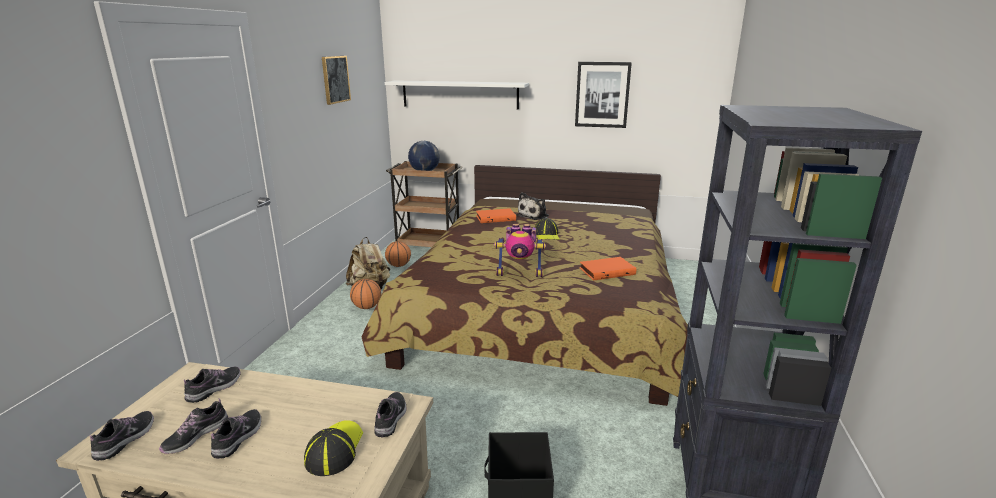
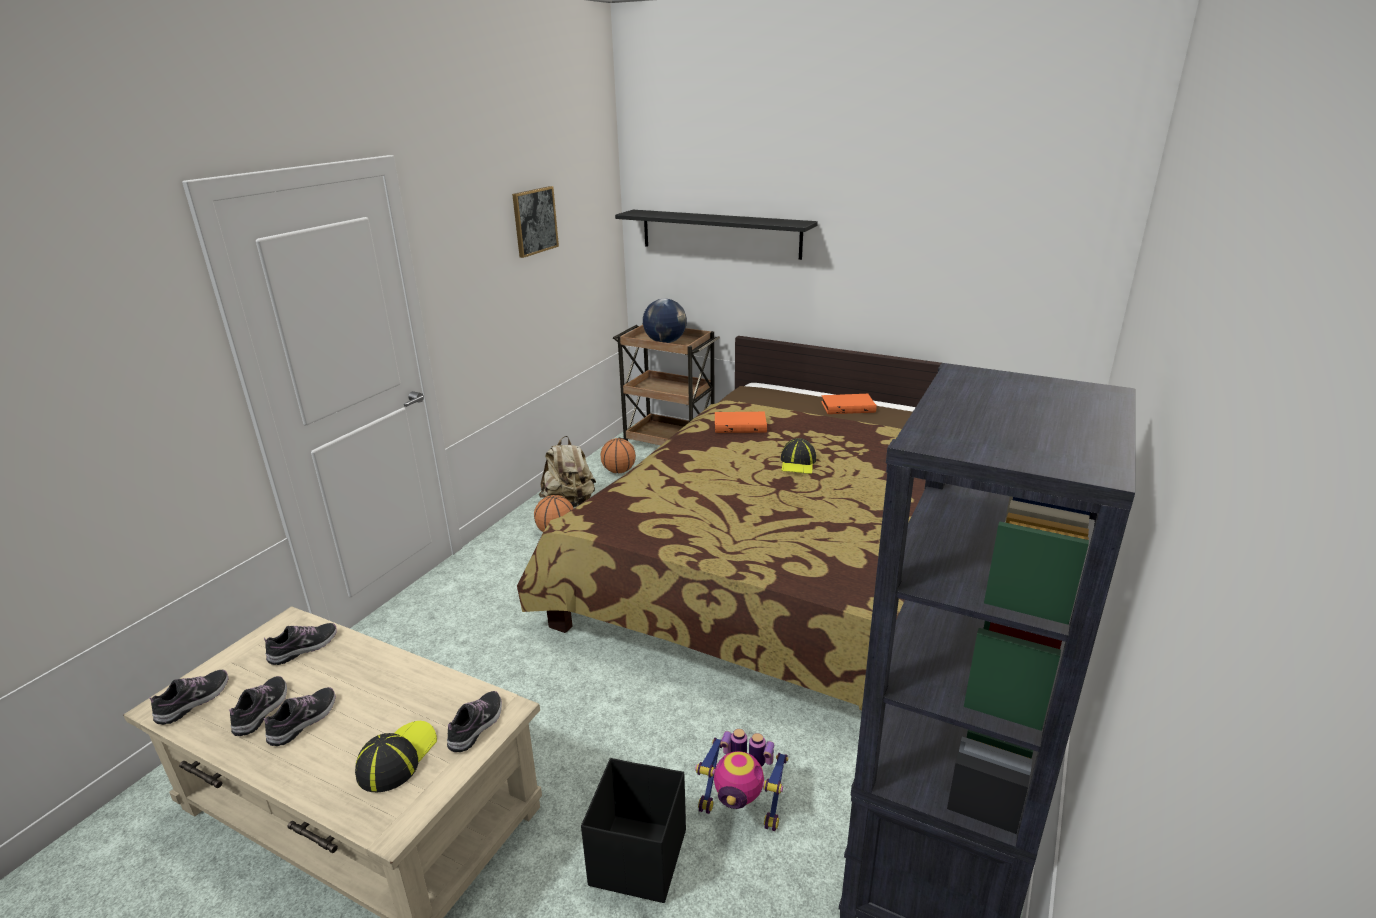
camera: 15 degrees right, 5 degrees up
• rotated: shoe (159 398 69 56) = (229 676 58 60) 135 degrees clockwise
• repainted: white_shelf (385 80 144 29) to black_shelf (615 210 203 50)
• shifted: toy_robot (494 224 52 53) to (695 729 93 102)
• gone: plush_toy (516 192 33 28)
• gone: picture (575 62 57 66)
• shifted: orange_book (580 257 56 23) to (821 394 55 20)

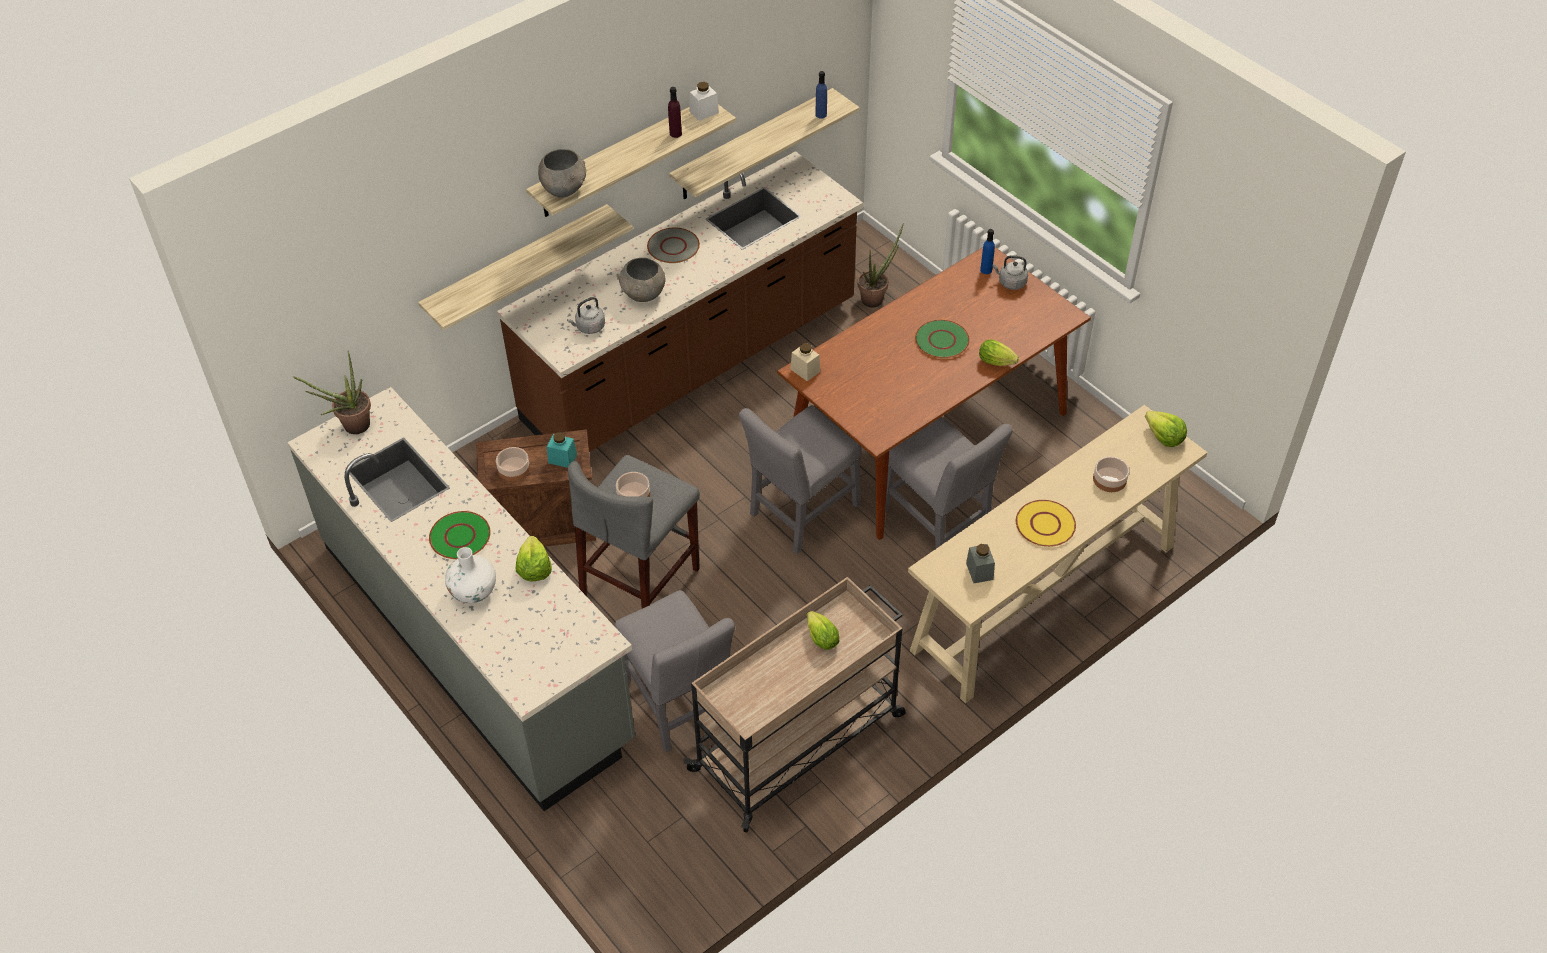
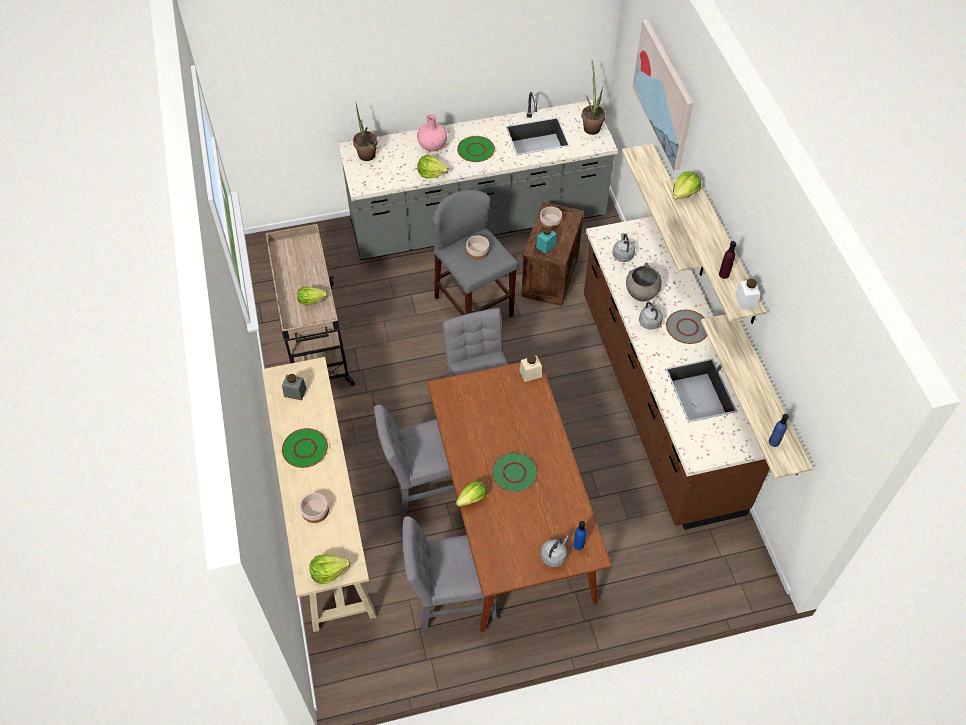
camera: 115 degrees right, 5 degrees up
• repainted: white_vase (445 547 51 56) to pink_vase (417 114 30 38)
• swapped: grey_bowl (538 149 48 49) to lettuce (673 172 28 27)
• shifted: grey_chair (615 590 120 163) to (402 516 96 114)
• shifted: potted_plant (858 225 45 83) to (353 102 25 59)
• repainted: yellow_plate (1016 500 60 47) to green_plate (282 428 46 40)
• new: picture (632 19 62 152)
• new: grey_kettle (639 302 24 28)

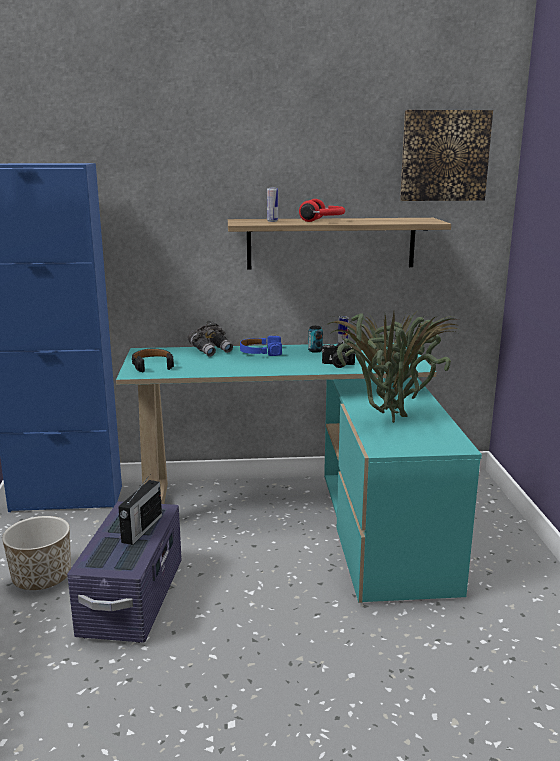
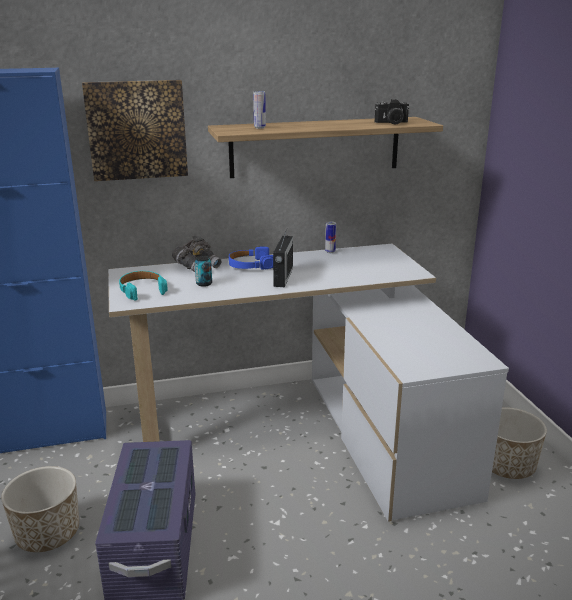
camera: 10 degrees left, 5 degrees up
• repainted: turquoise_desk (116 343 366 260) to white_desk (108 243 401 279)
• shifted: radio (118 475 44 70) to (273 230 20 57)
• repainted: black_headphones (132 349 42 23) to turquoise_headphones (119 271 49 30)
• gone: red_headphones (299 199 46 23)
• shifted: can (308 326 15 27) to (195 256 17 31)
• shifted: photo_camera (322 342 33 26) to (375 99 35 26)
• gone: potted_plant (329 311 130 112)
• shifted: picture (400 110 93 91) to (82 80 106 101)
• new: planter (492 407 55 72)

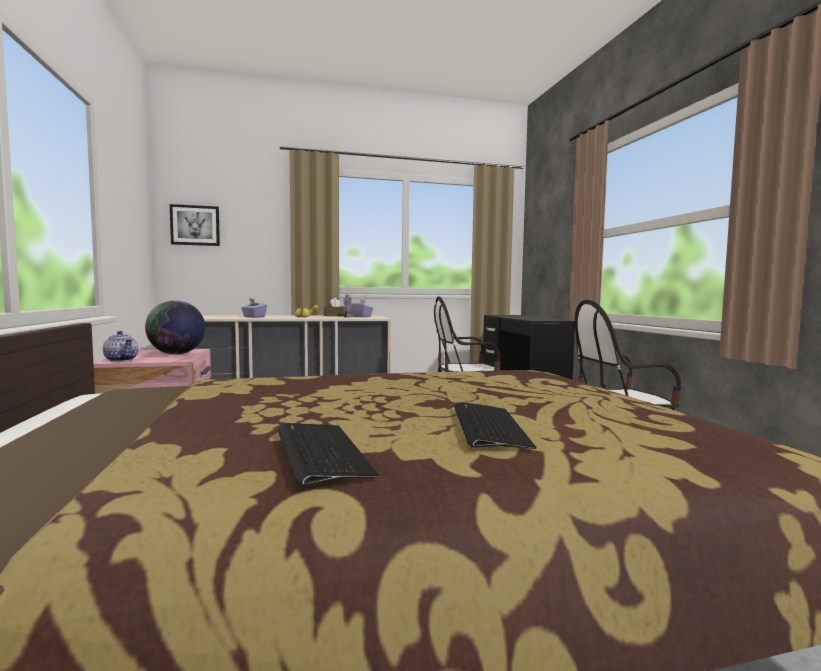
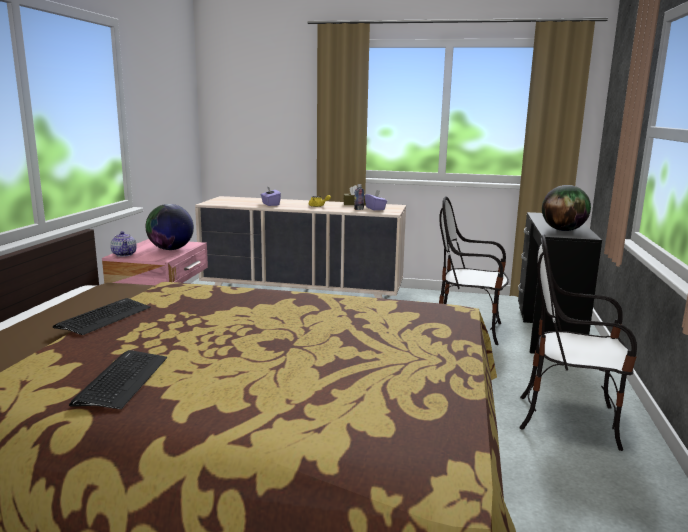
camera: 25 degrees right, 10 degrees up
• gone: picture (170 204 50 42)
• shifted: keyboard (454 402 82 47) to (53 298 98 37)
• new: globe (542 185 49 46)

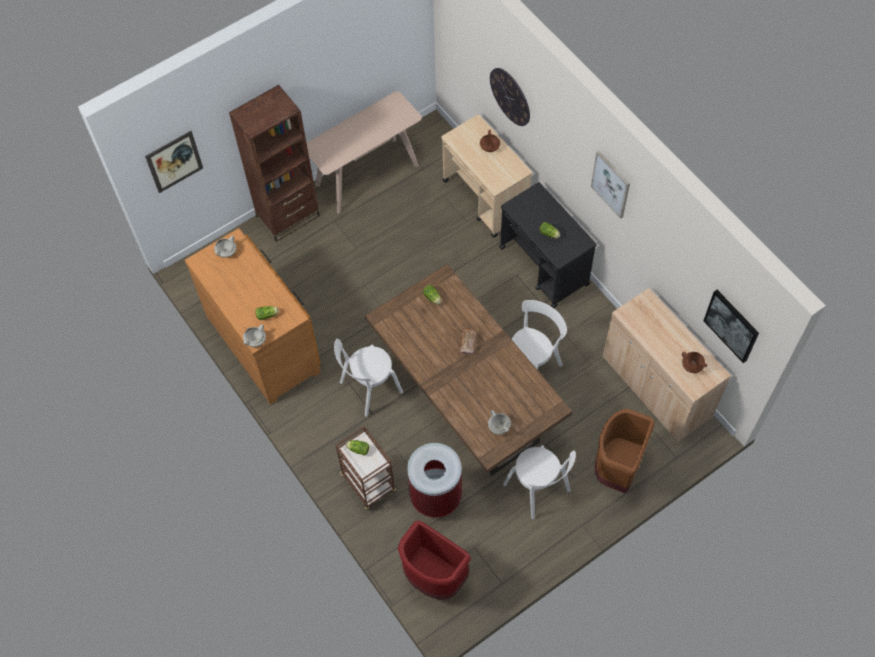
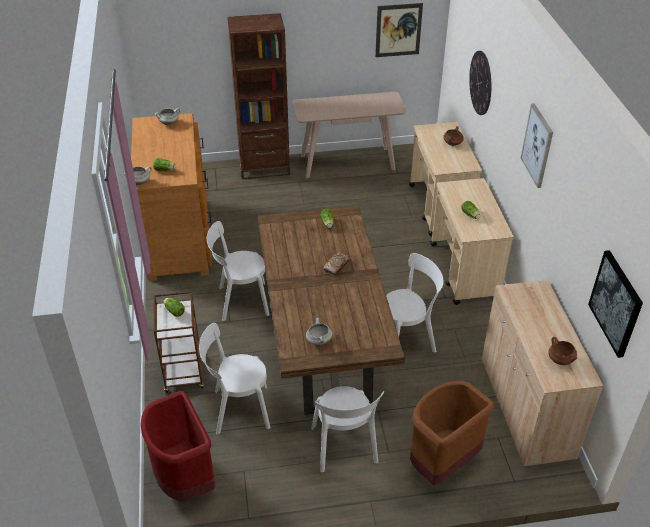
camera: 25 degrees right, 20 degrees down
• shifted: picture (145 131 58 62) to (375 3 48 54)
• swapped: trash_can (407 443 55 75) to white_chair (199 323 71 112)
• repainted: black_cart (499 182 98 126) to beige_cart (430 178 84 127)

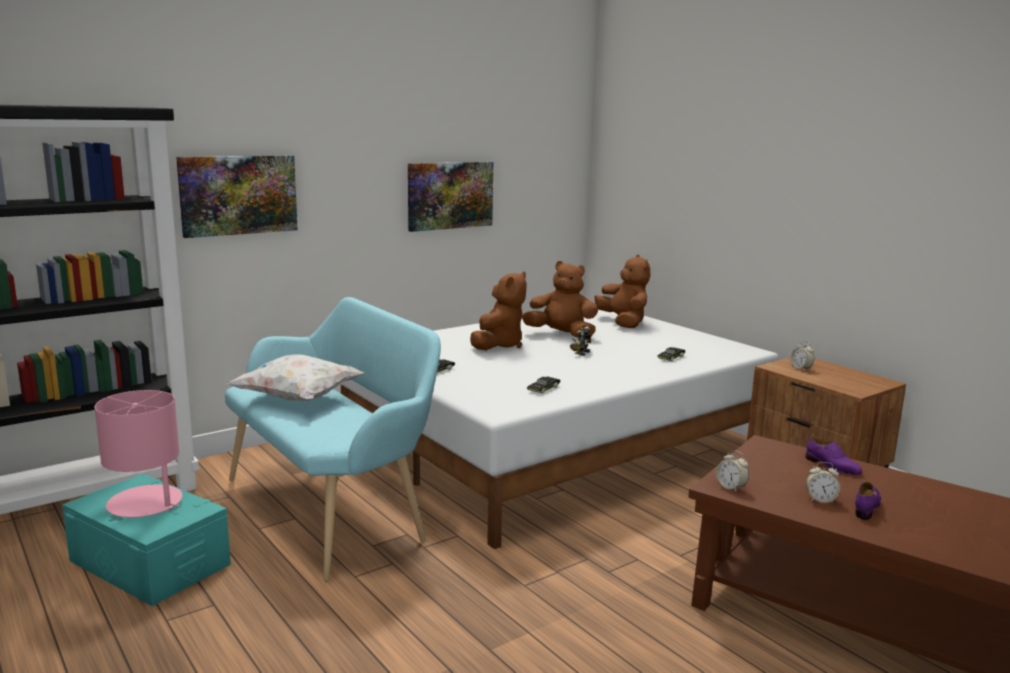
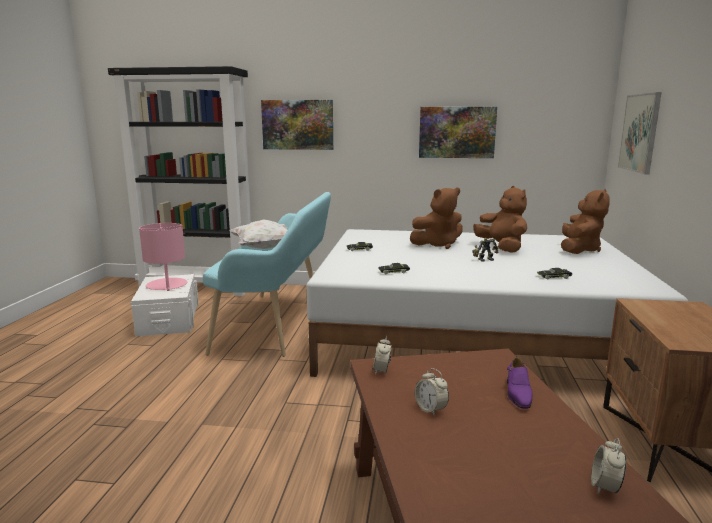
camera: 45 degrees right, 0 degrees up
• repainted: turquoise_storage_box (62 474 169 132) to white_storage_box (130 274 69 63)
• shifted: alarm_clock (790 341 25 30) to (591 438 35 56)
• gone: purple_shoe (855 482 26 38)
• new: picture (618 92 44 82)

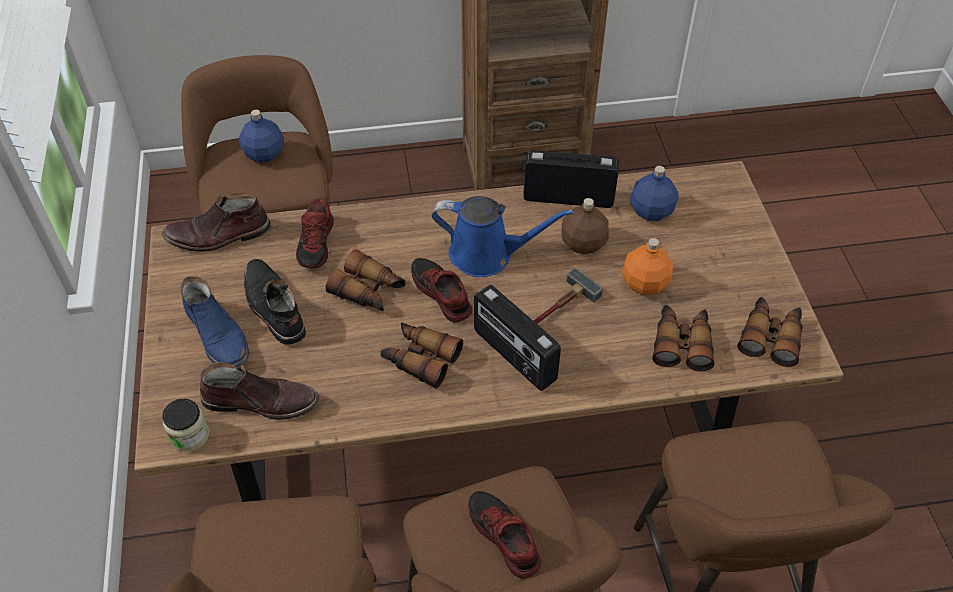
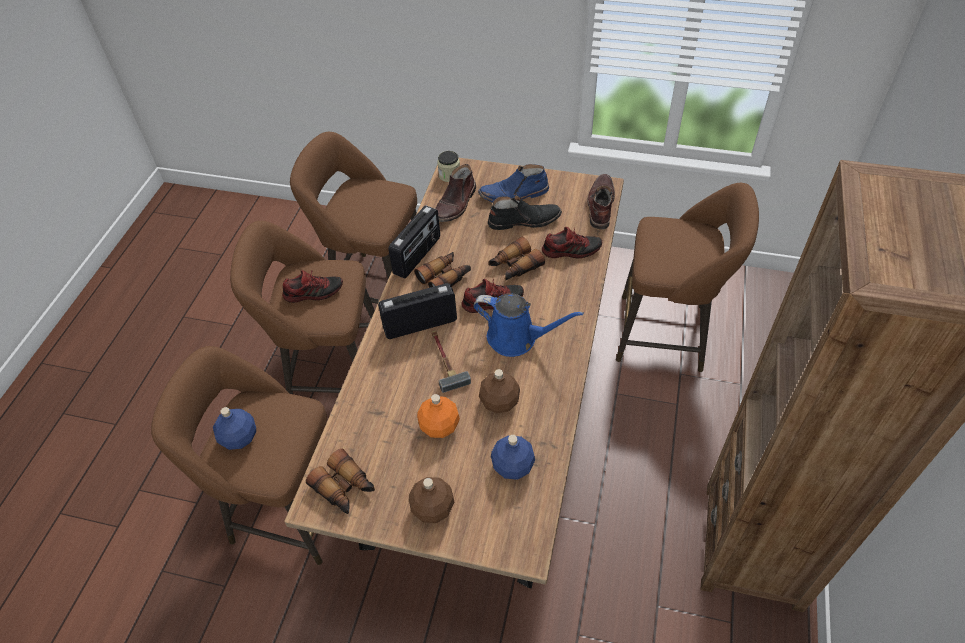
camera: 115 degrees right, 0 degrees up
• shifted: blue_bottle (239 110 45 52) to (213 407 43 43)
• rotated: shoe (296 199 38 69) = (542 227 60 31) 150 degrees clockwise
• rotated: blue_watering_can (432 196 142 81) = (474 293 110 64) 105 degrees counterclockwise
• shifted: radio (523 150 96 58) to (388 205 52 73)
• gone: binoculars (653 305 61 66)
• new: brown_bottle (409 477 45 46)

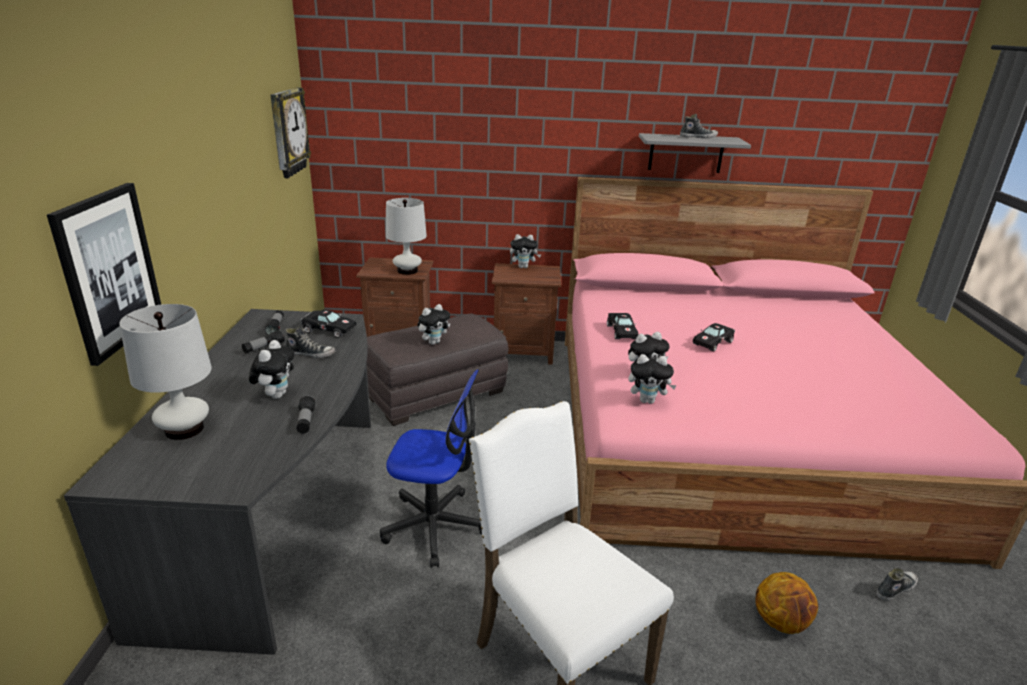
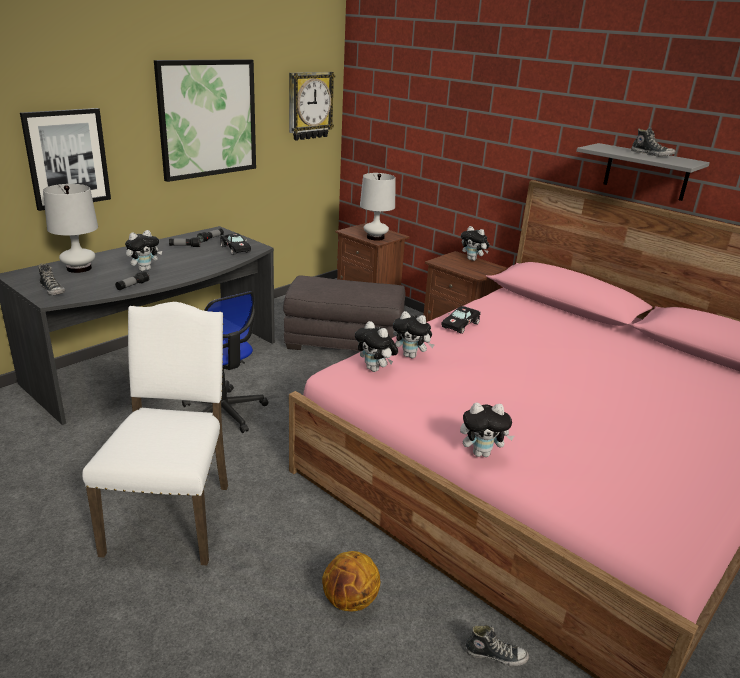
camera: 40 degrees right, 0 degrees up
• shifted: shoe (285 326 50 33) to (39 263 26 32)
• shifted: plush_toy (418 304 32 41) to (460 403 54 54)
• gone: black_toy_car (693 323 42 29)
• new: picture (154 59 102 123)

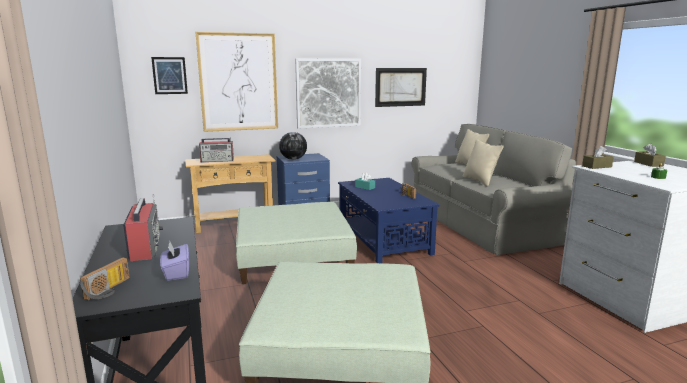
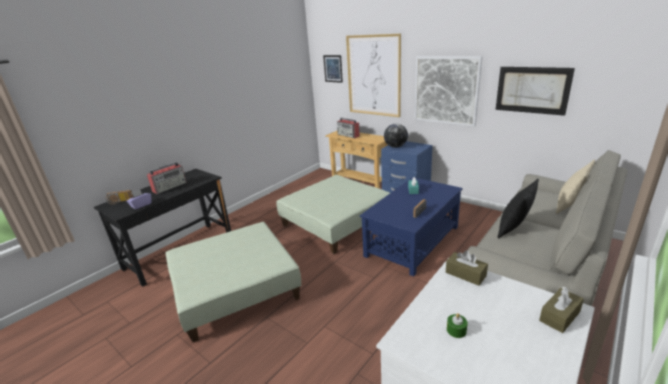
camera: 60 degrees right, 10 degrees up
• repainted: beige_pillow (463 139 41 48) to black_pillow (498 179 41 60)

